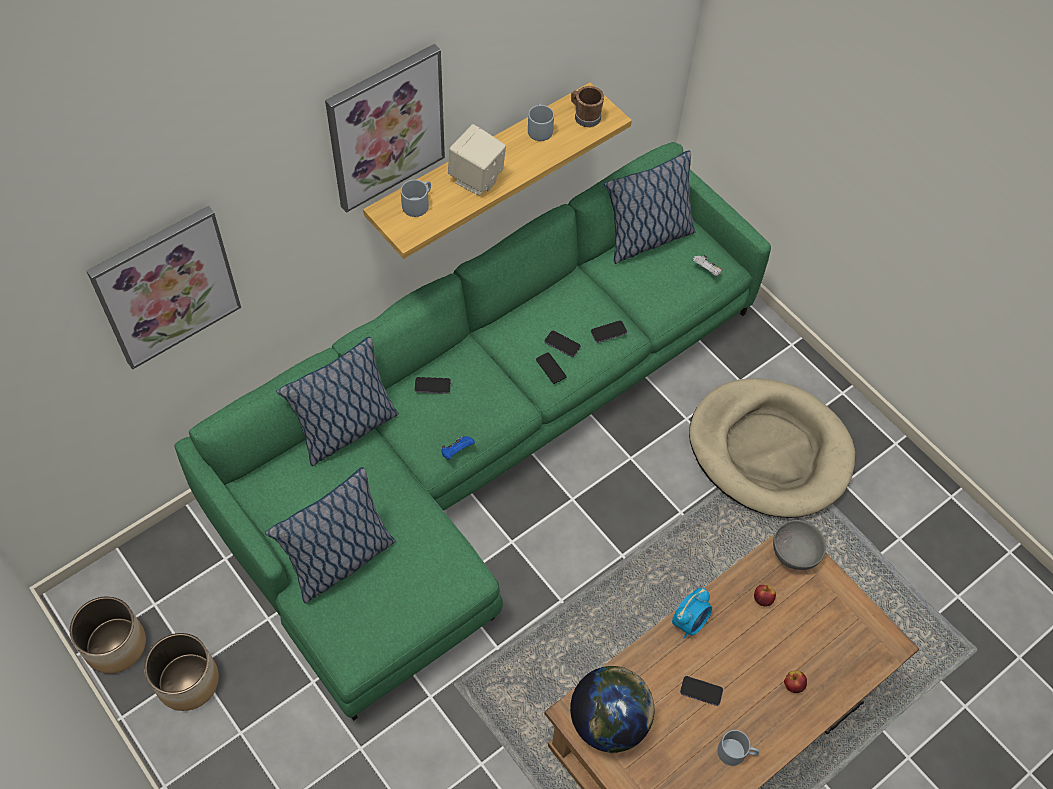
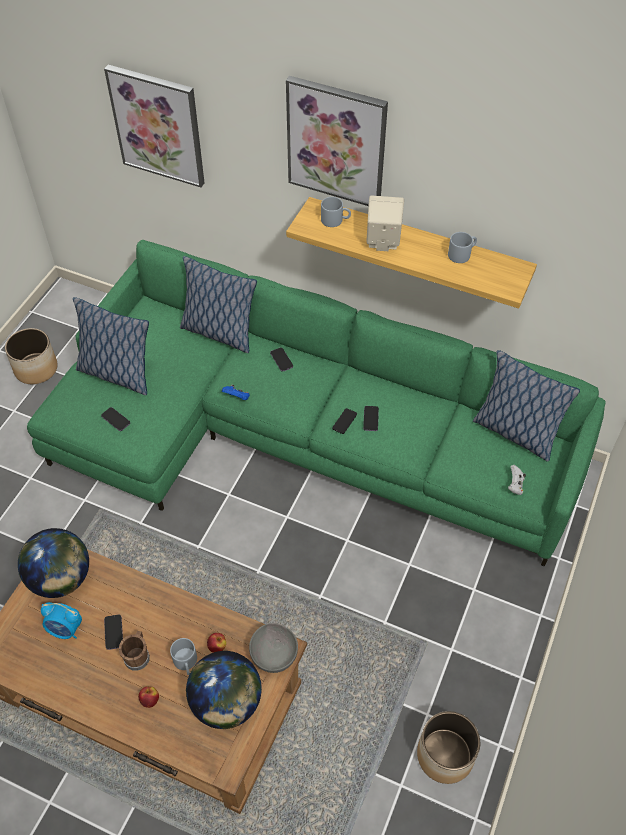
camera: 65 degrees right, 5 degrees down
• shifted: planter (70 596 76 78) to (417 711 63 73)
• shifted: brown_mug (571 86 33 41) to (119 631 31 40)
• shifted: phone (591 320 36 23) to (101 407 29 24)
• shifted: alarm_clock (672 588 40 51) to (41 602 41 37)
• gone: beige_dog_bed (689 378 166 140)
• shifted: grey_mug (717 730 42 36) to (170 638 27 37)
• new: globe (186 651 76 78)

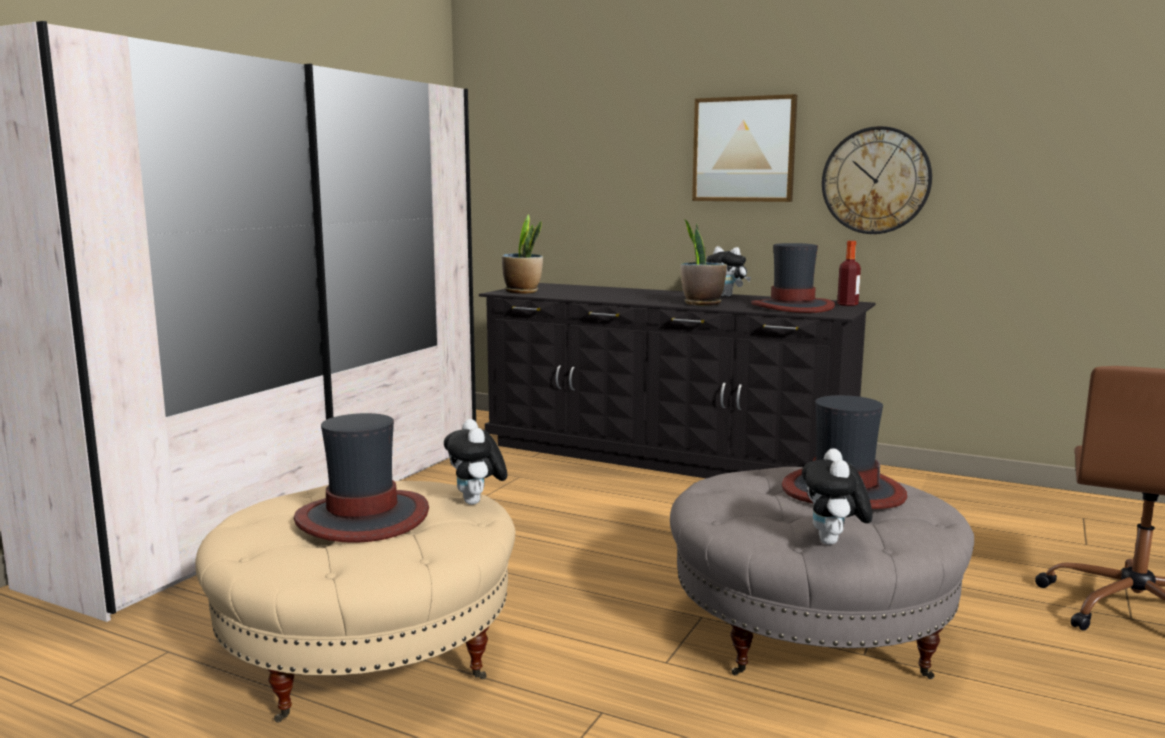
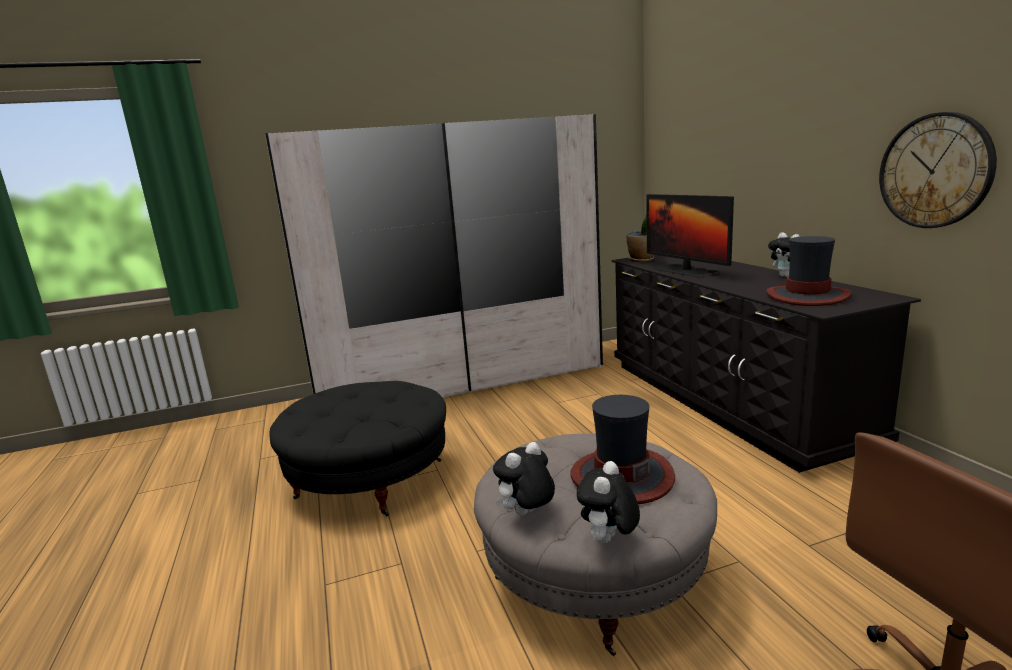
camera: 45 degrees right, 5 degrees up
• repainted: beige_ottoman (195 481 320 241) to black_ottoman (269 381 177 135)
• gone: hat (294 413 135 130)
• shifted: plush_toy (444 419 63 86) to (577 461 63 82)
• gone: potted_plant (680 219 47 87)
• gone: picture (692 94 105 108)
• gone: bottle (837 241 24 65)
• new: monitor (646 194 88 84)

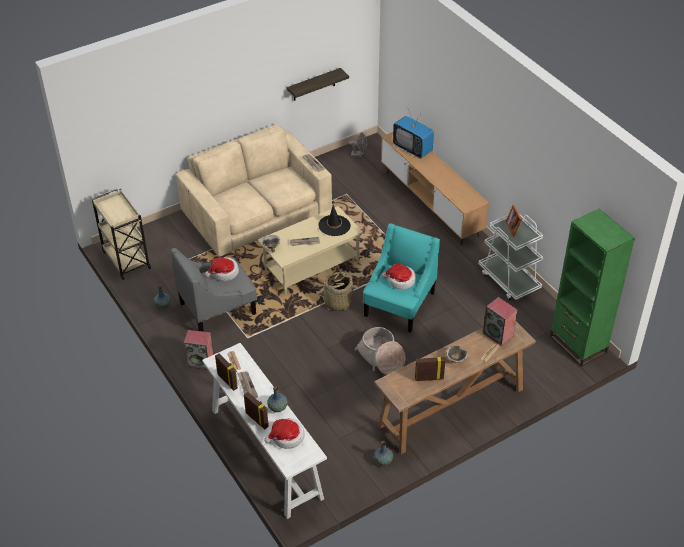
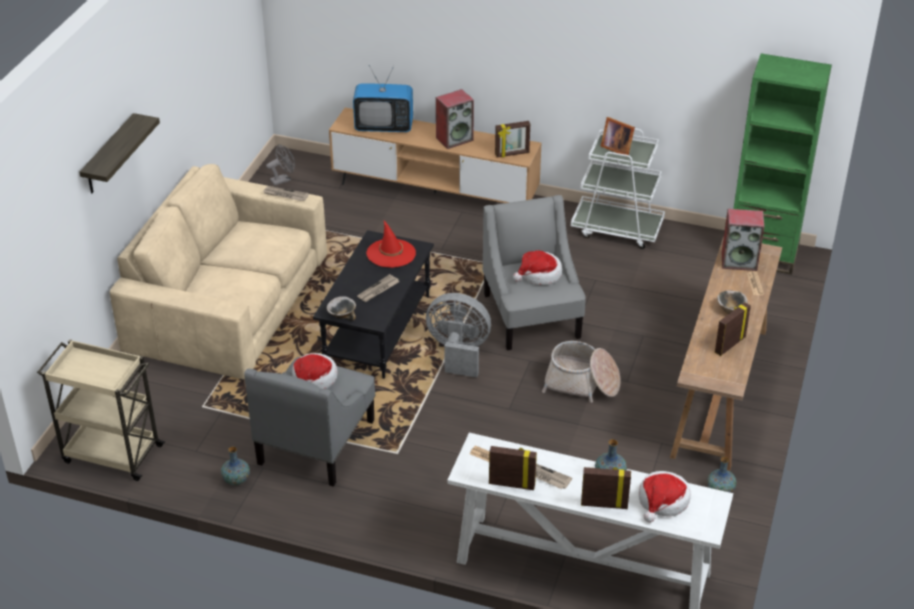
camera: 40 degrees left, 5 degrees down
• shifted: speaker (183 330 30 40) to (436 89 38 60)
• repainted: beige_coffee_table (258 206 105 89) to black_coffee_table (313 230 121 149)
• shifted: shelf (287 68 62 33) to (79 113 81 80)
• repainted: black_hat (318 204 33 32) to red_hat (366 221 50 47)
• swapped: basket (323 272 30 39) to grey_fan (426 293 65 85)
• repainted: turquoise_armchair (363 223 77 109) to grey_armchair (483 195 103 155)
• new: picture_frame (495 121 35 37)

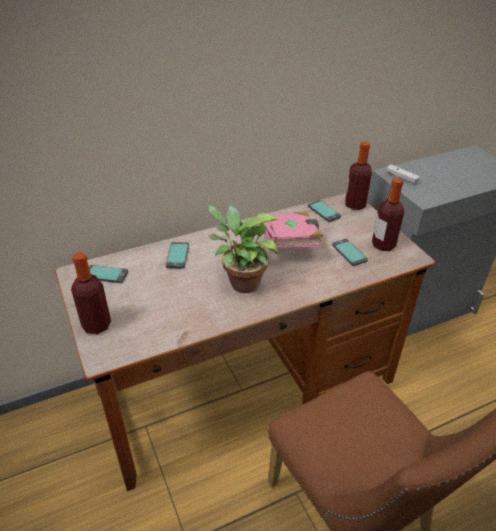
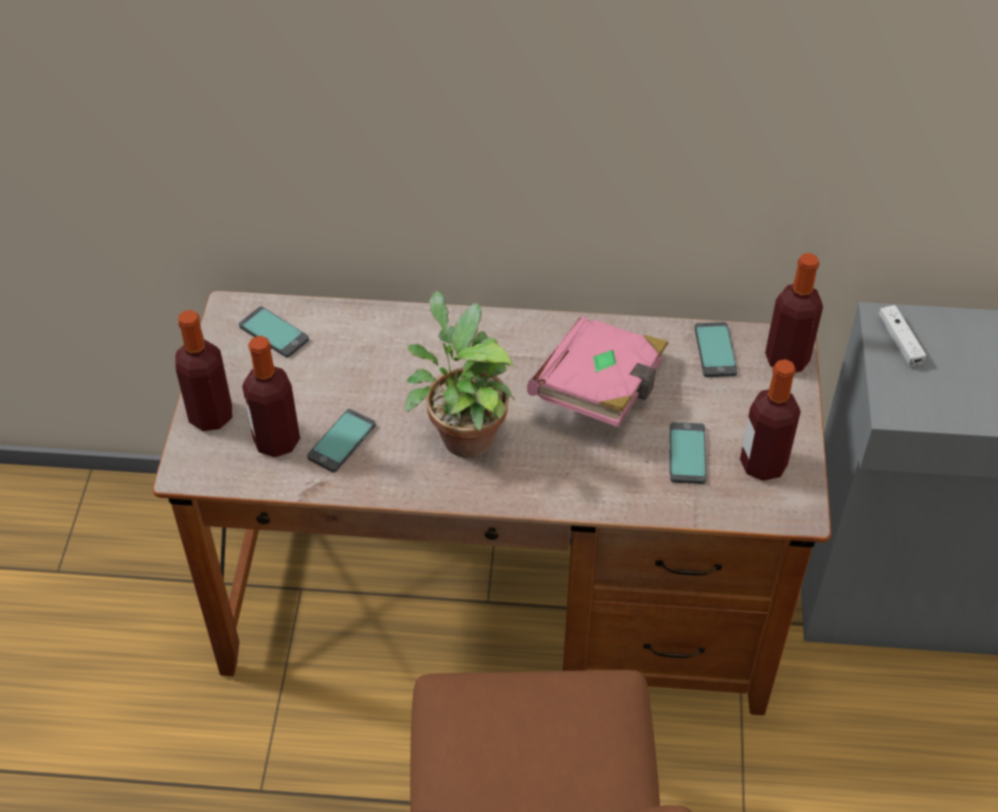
camera: 30 degrees right, 10 degrees up
• shifted: phone (166 242 23 27) to (307 409 69 63)
• new: bottle (242 336 58 122)

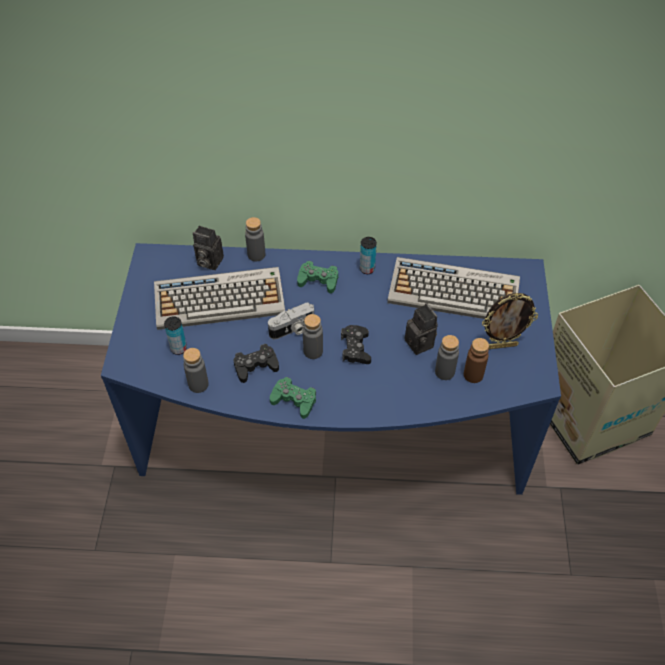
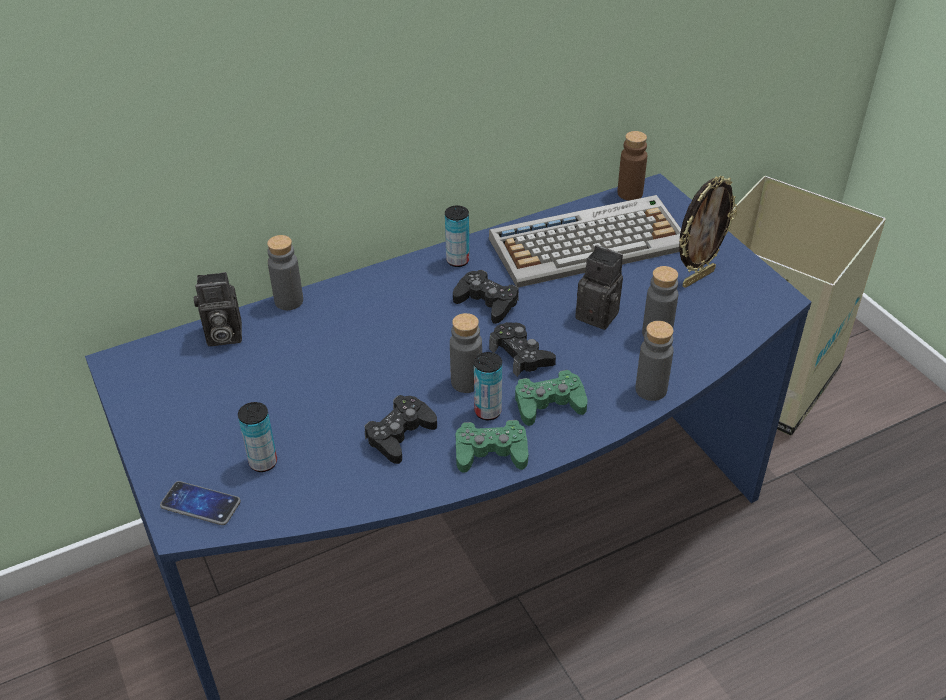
camera: 30 degrees left, 10 degrees down
• gone: keyboard (154 267 131 63)
• shifted: grey_bottle (183 348 26 45) to (635 321 39 80)
• gone: photo_camera (268 302 46 37)
• shifted: green_game_controller (297 261 41 33) to (515 370 72 56)
• shifted: brown_bottle (464 338 25 45) to (617 131 30 70)
• new: phone (160 481 81 44)
• new: black_game_controller (453 270 66 54)
• new: can (474 352 28 68)

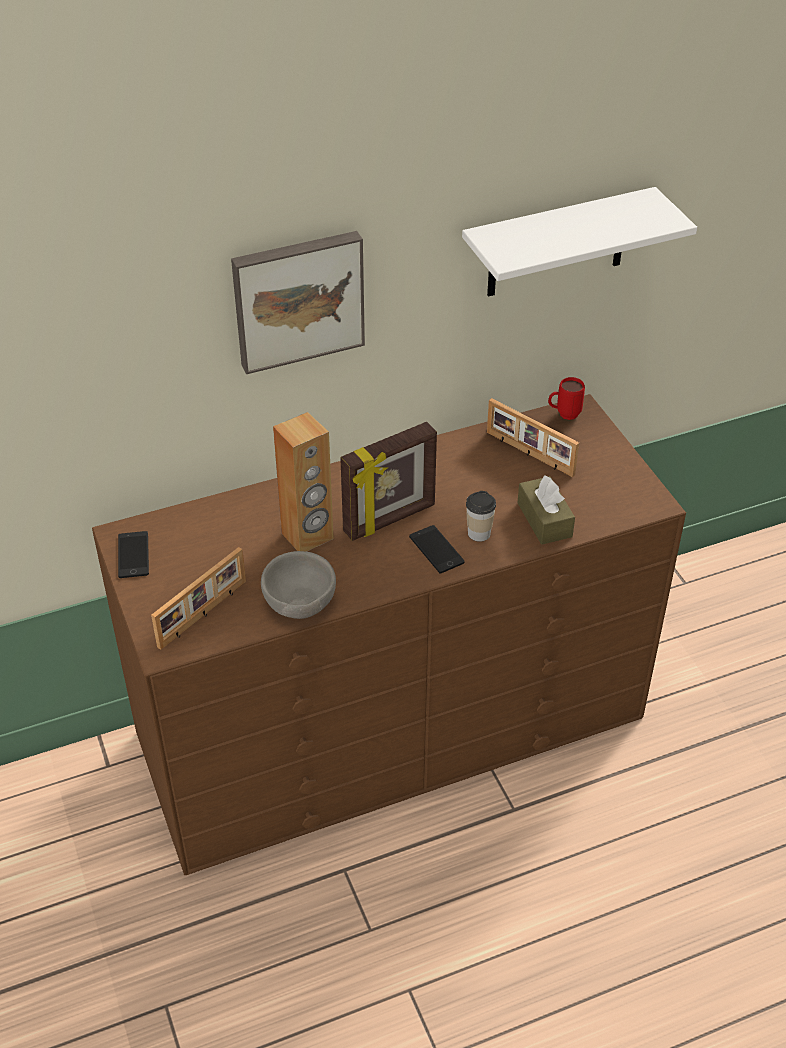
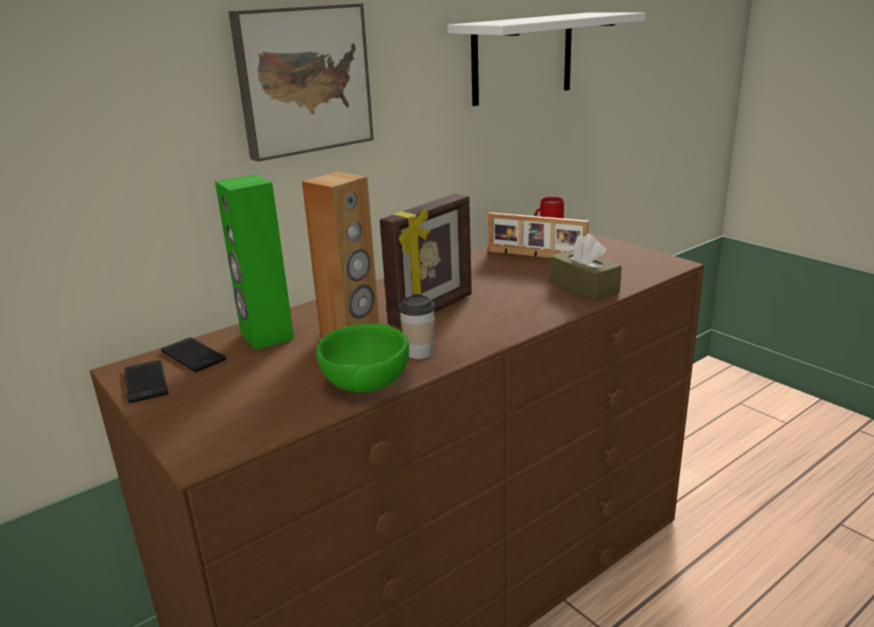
camera: 15 degrees left, 20 degrees down
• gone: picture_frame (151 547 95 103)
• repainted: grey_bowl (261 551 75 68) to green_bowl (316 324 93 68)
• shifted: phone (409 525 56 48) to (161 337 65 35)
• shifted: cup (466 491 30 51) to (399 294 36 65)
• new: green_speaker (215 174 79 176)

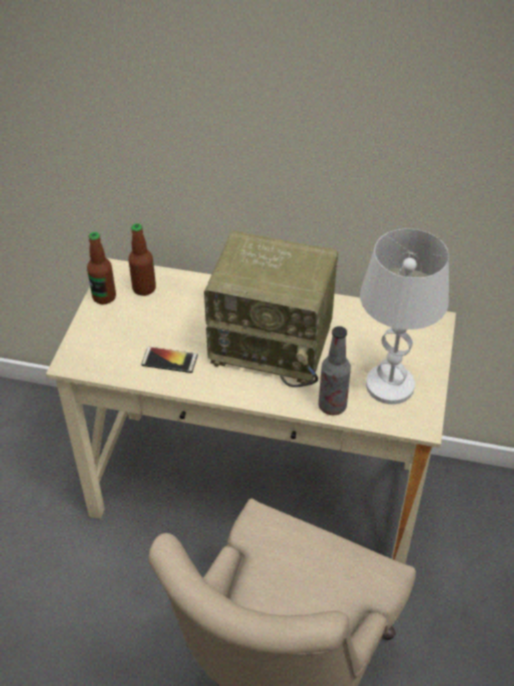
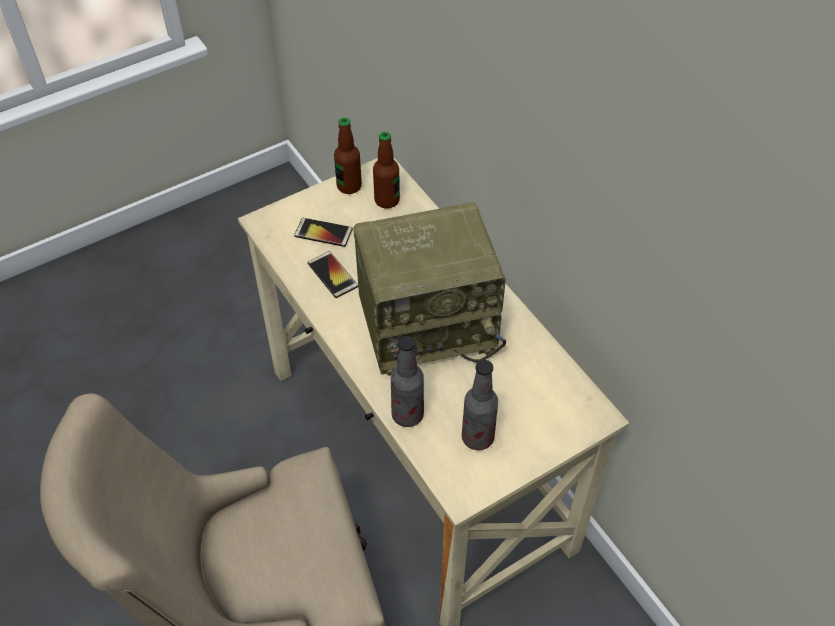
camera: 45 degrees right, 5 degrees up
• rotated: radio (204 231 134 156) = (353 202 153 174) 75 degrees counterclockwise
• swapped: white_table_lamp (360 229 89 175) to bottle (462 360 36 90)
• new: phone (294 218 59 29)

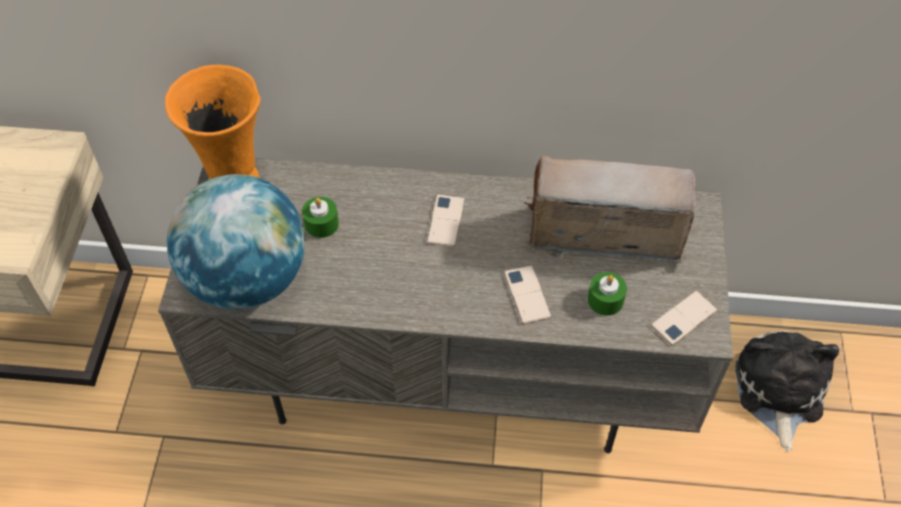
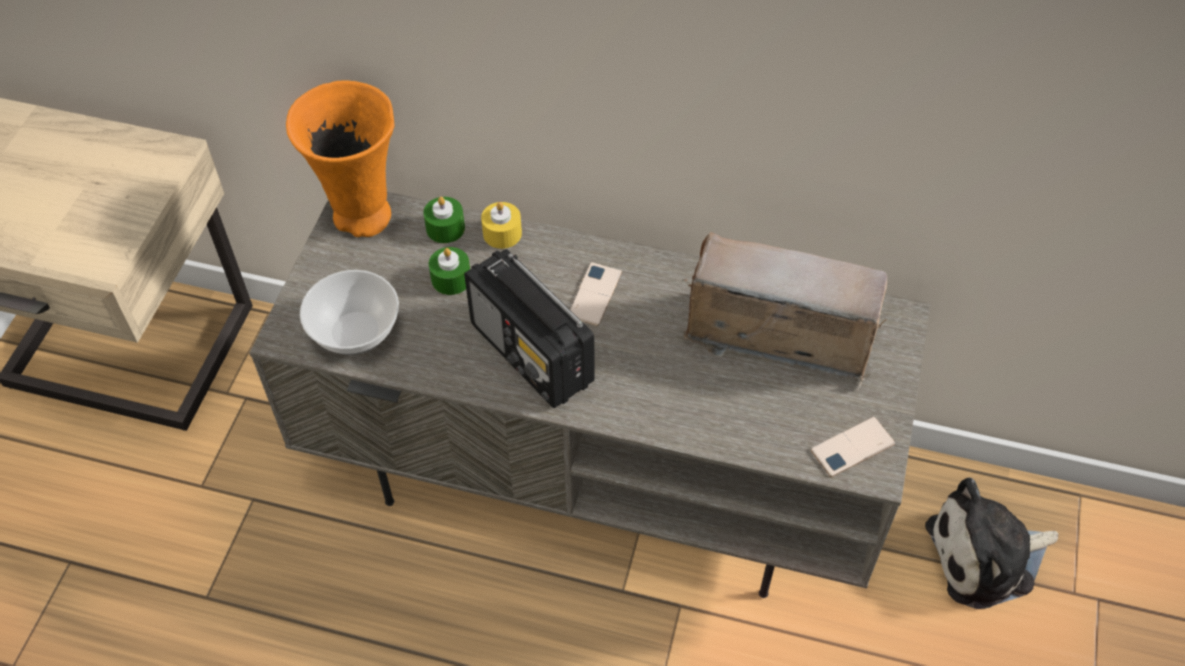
camera: 10 degrees right, 0 degrees up
• swapped: globe (167 174 138 136) to bowl (300 270 99 85)
• gone: phone (504 265 47 59)
• shifted: green_candle (588 272 39 44) to (423 197 42 46)
• rotated: plush_toy (735 331 104 121) = (925 478 133 131) 120 degrees counterclockwise
• new: radio (464 249 131 159)
• new: yellow_candle (481 202 41 47)

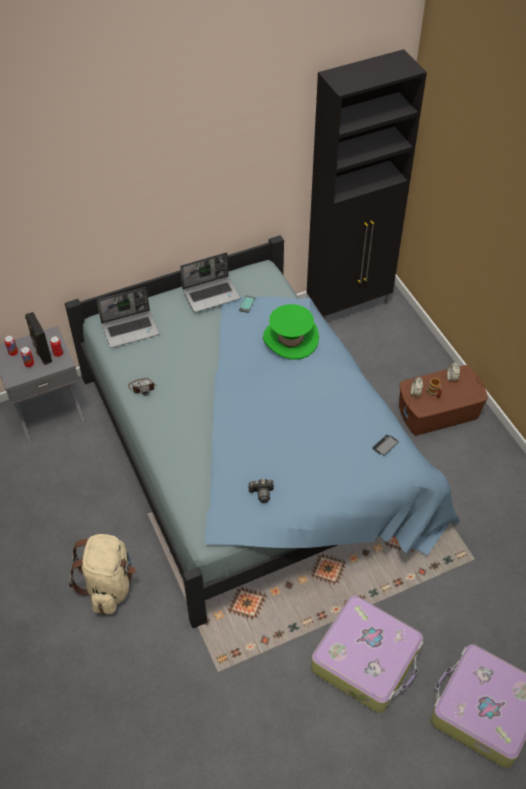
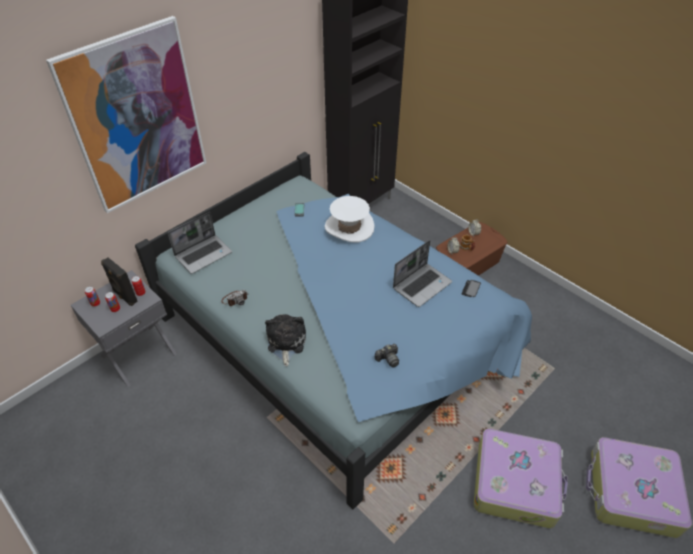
camera: 20 degrees left, 5 degrees down
• gone: beige_backpack (69 534 67 81)
• shifted: laptop (180 252 60 60) to (393 240 59 67)
• repainted: green_hat (263 304 56 56) to white_hat (325 196 50 47)
• new: picture (46 16 160 197)
• new: plush_toy (265 314 41 52)

